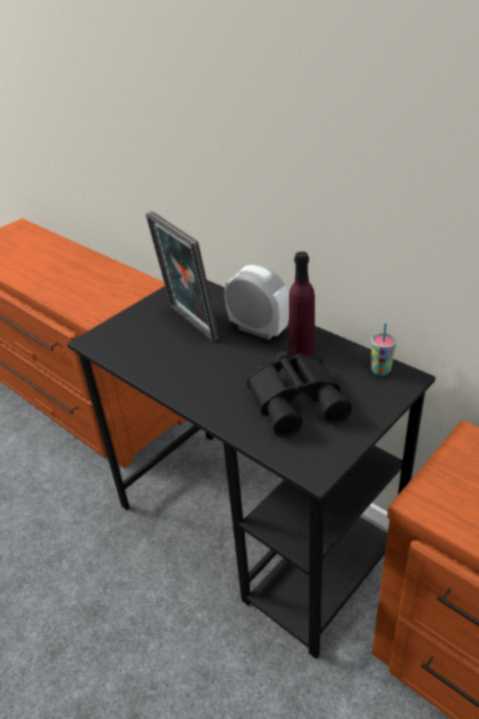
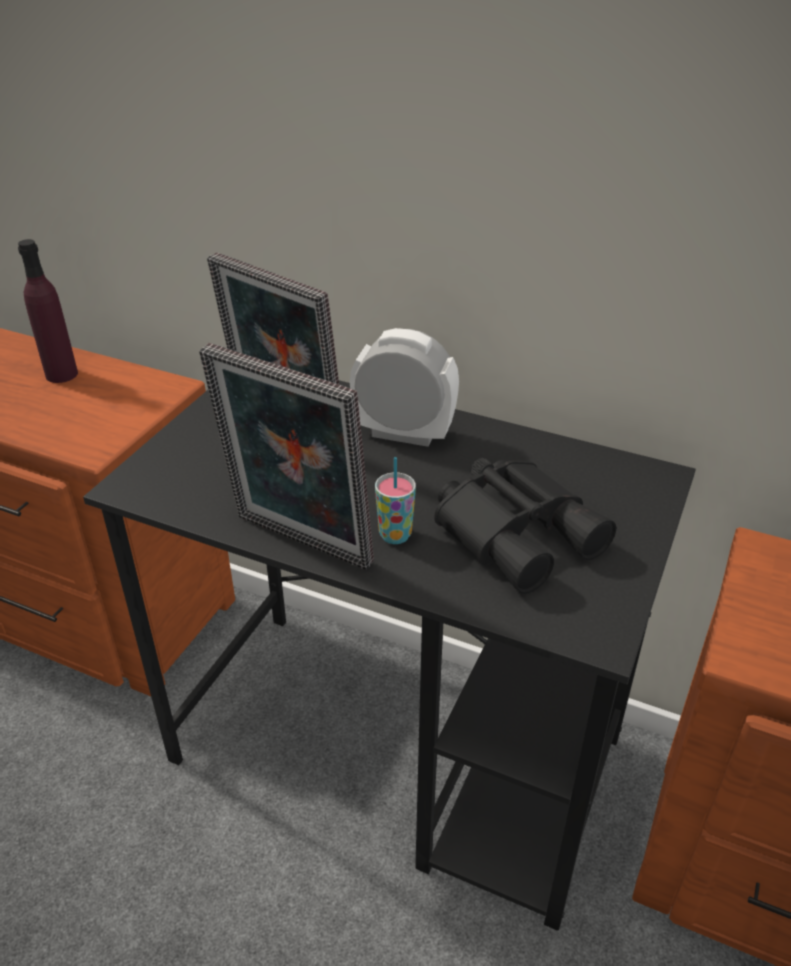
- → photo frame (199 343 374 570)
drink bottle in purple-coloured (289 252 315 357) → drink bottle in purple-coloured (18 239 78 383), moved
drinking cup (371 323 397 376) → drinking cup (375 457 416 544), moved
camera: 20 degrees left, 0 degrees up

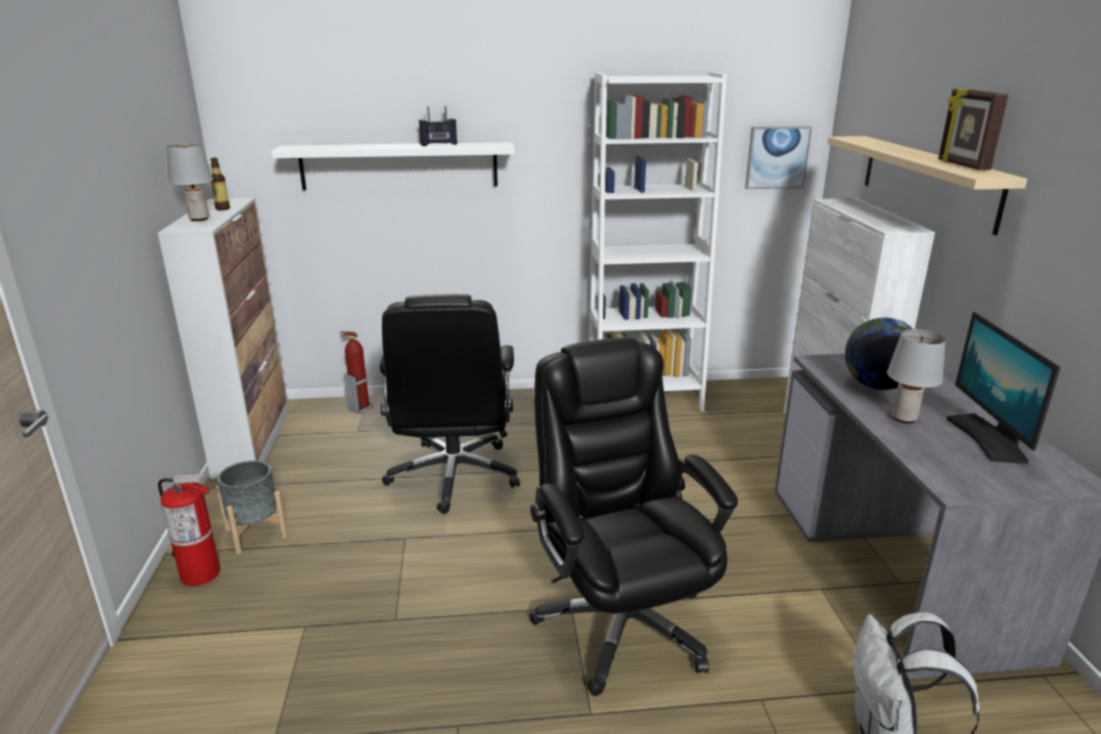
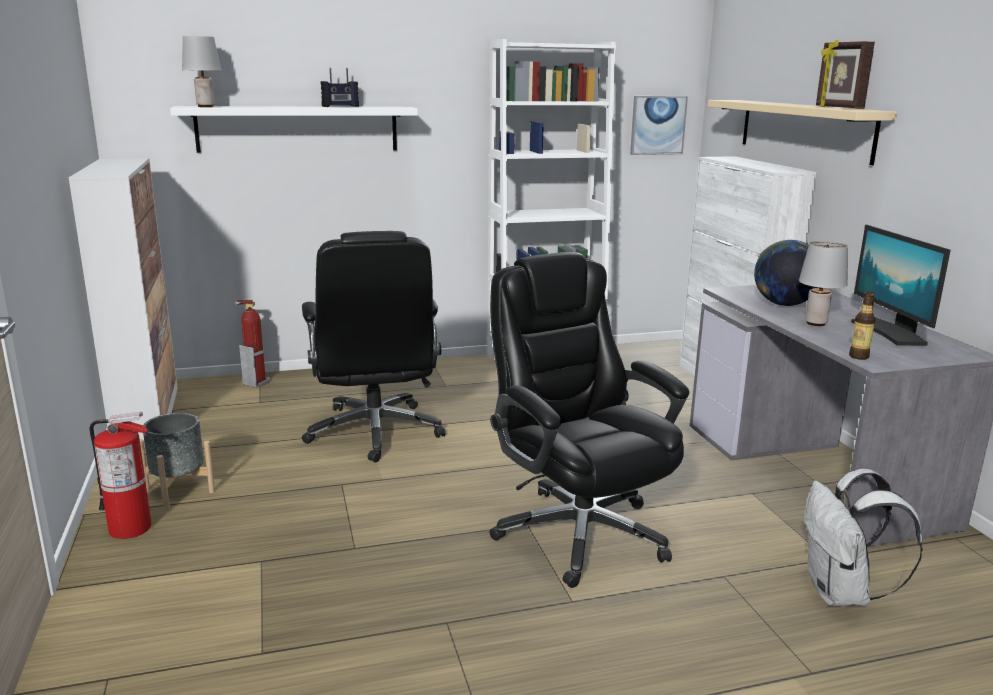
lamp for a table in grey (167 143 213 221) → lamp for a table in grey (182 36 221 107), moved
drink bottle (211 158 230 210) → drink bottle (849 292 876 360), moved
camera: 10 degrees left, 5 degrees down

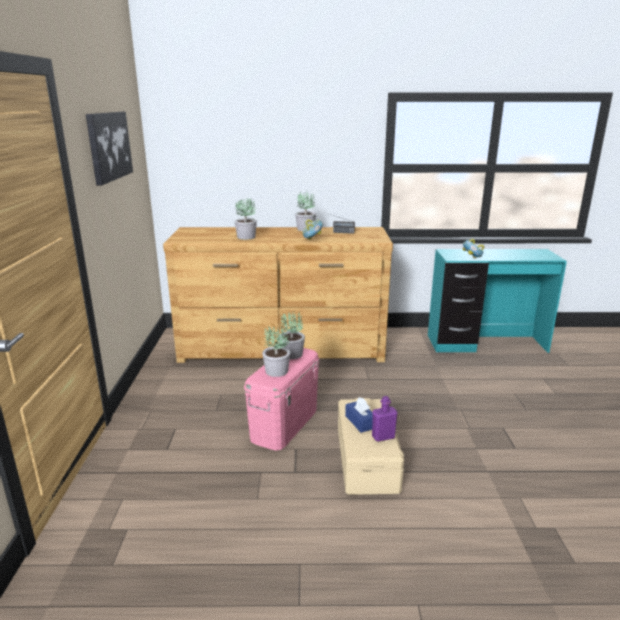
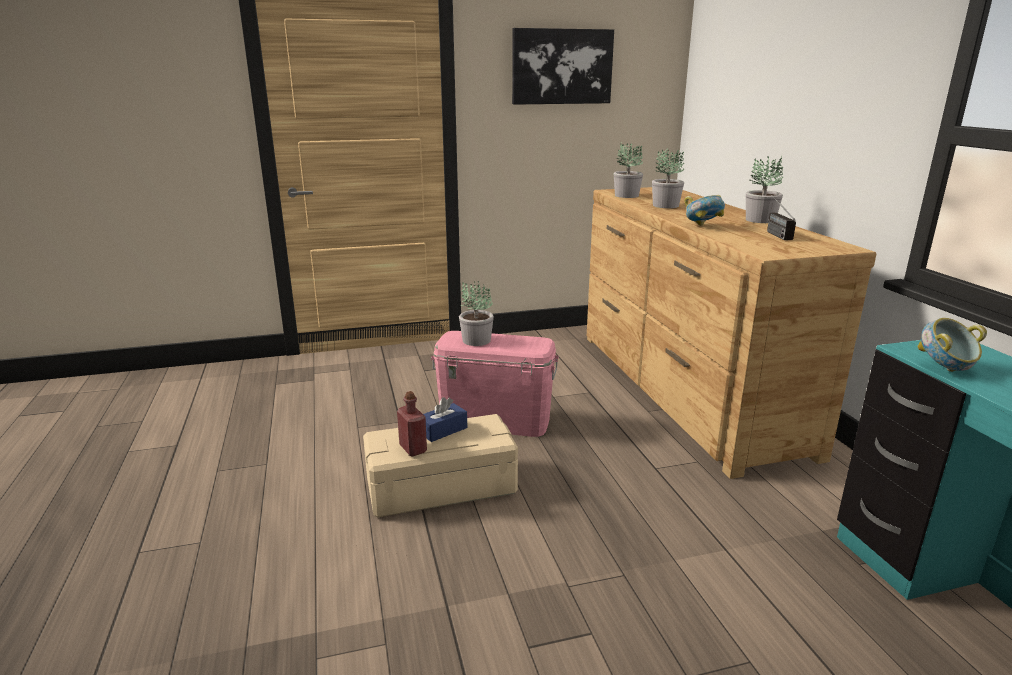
plant in a pot (279 311 305 359) → plant in a pot (614 143 643 198), moved
drink bottle in purple-coloured (372 396 397 442) → drink bottle in red (397 391 427 456)
camera: 75 degrees right, 0 degrees up

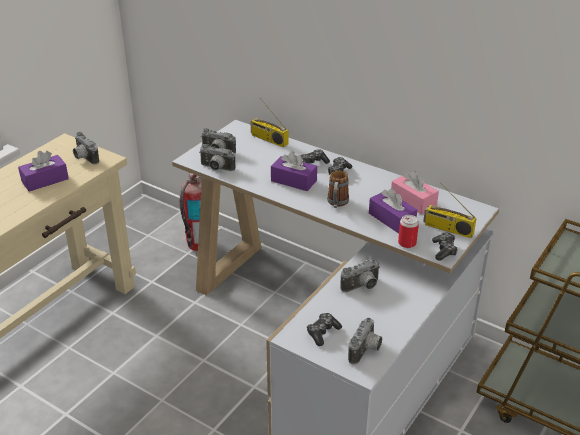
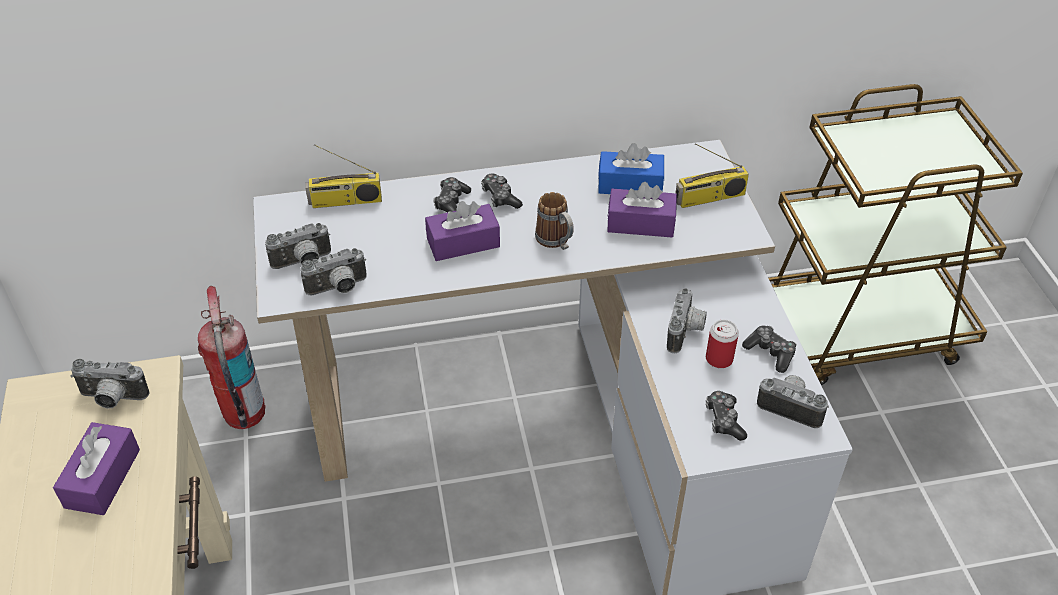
sealed can (398 215 419 248) → sealed can (706 320 739 368), moved
gamepad (432 232 458 261) → gamepad (742 325 796 373), moved
tissue box in pink (391 171 439 215) → tissue box in bluish (598 143 664 194)
photo camera (348 318 382 365) → photo camera (757 375 829 428), 45 degrees counterclockwise
camera: 45 degrees left, 10 degrees up

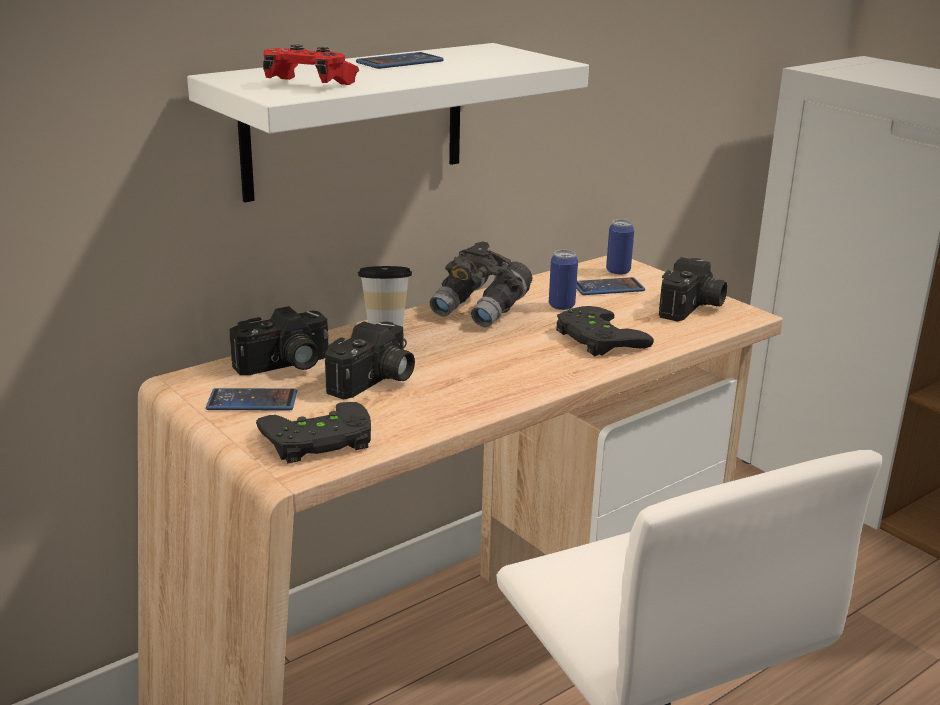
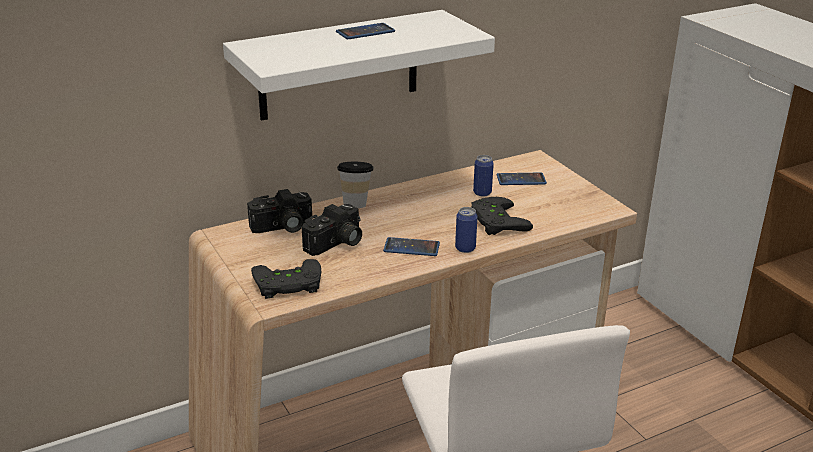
gamepad in red (263 44 359 85) → -
pair of binoculars in grey (429 241 532 328) → -
photo camera (659 257 727 322) → -
handset (206 388 297 410) → handset (383 237 440 256), moved
sealed can (606 219 634 275) → sealed can (455 207 478 253), moved
camera: 10 degrees right, 5 degrees up

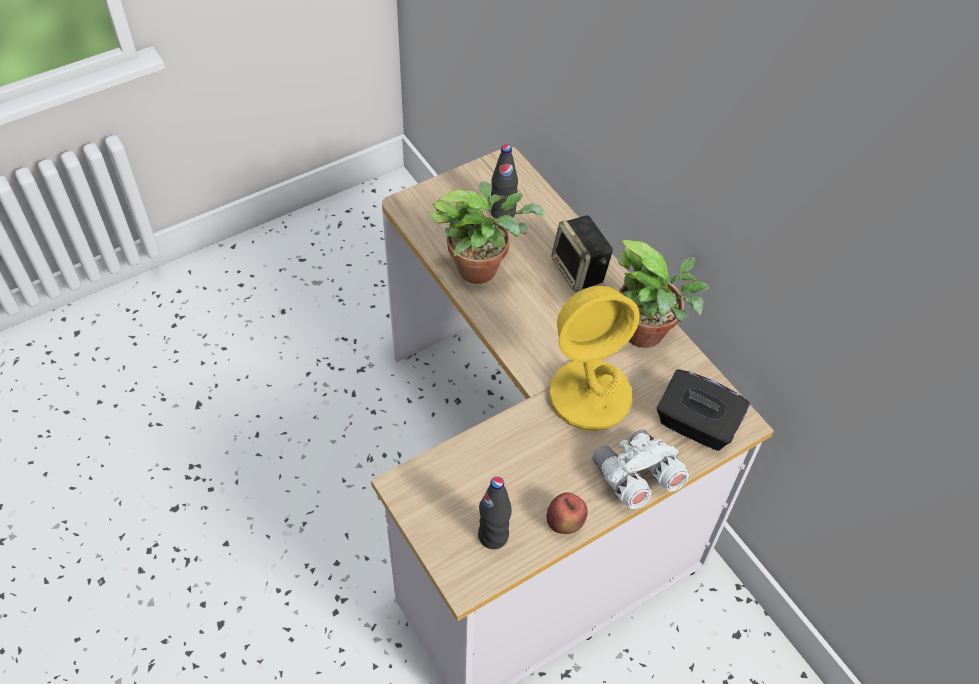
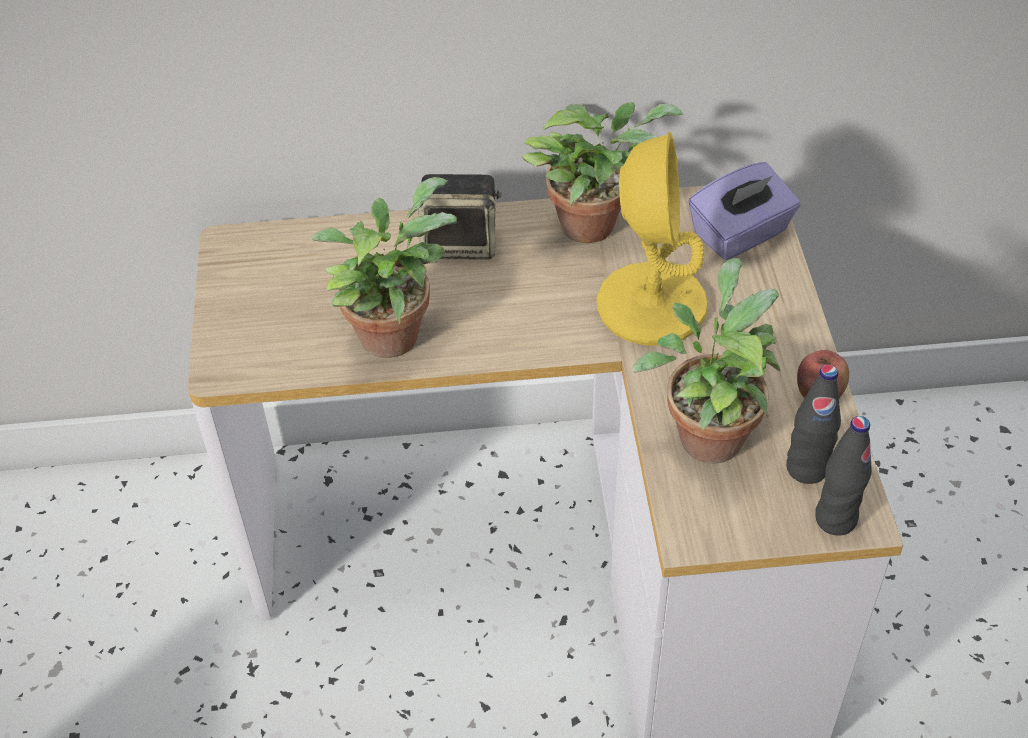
pair of binoculars in white-coloured (593 429 689 509) → -
- → plant in a pot (633 258 781 464)
drink bottle in black-coloured (491 145 518 219) → drink bottle in black-coloured (815 416 872 536), moved
tissue box in black-coloured (657 369 750 451) → tissue box in purple-coloured (688 162 801 260)
camera: 60 degrees left, 5 degrees down

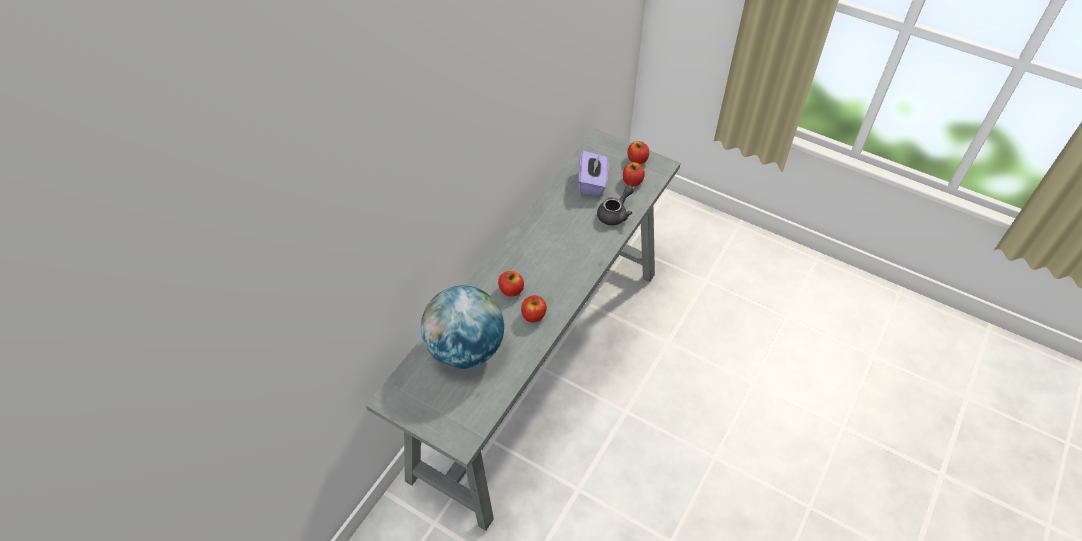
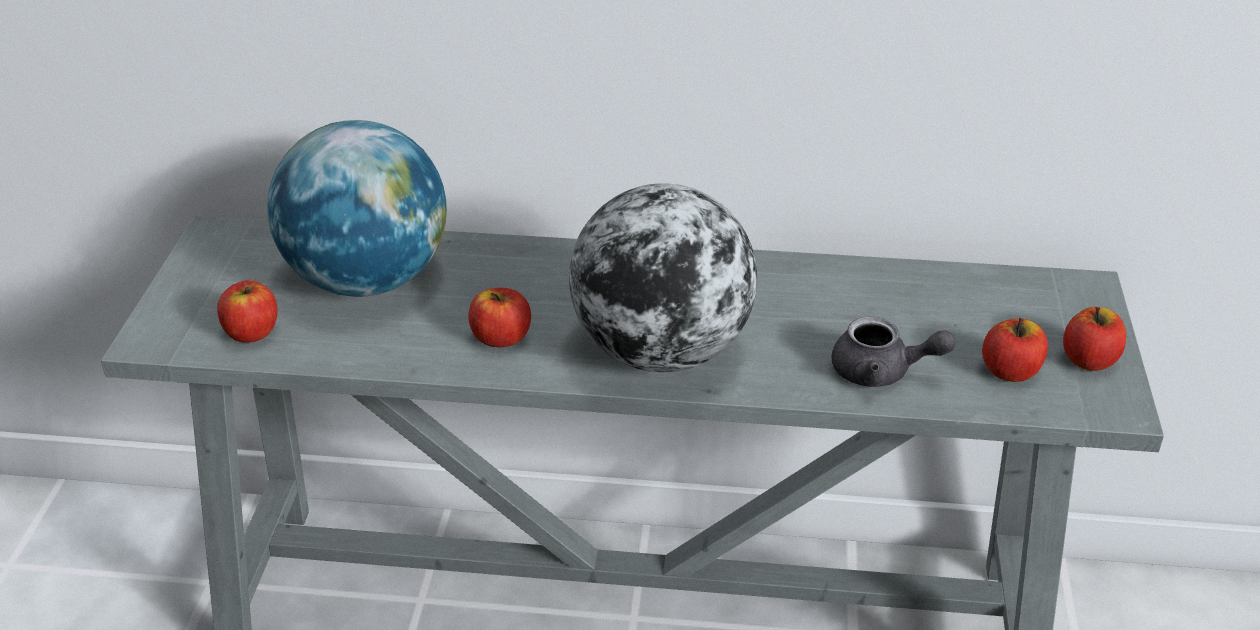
tissue box in purple-coloured (578 151 608 196) → -
- → world globe (569 183 757 372)
whole apple (498 271 524 297) → whole apple (217 280 277 343), moved
camera: 65 degrees right, 15 degrees down

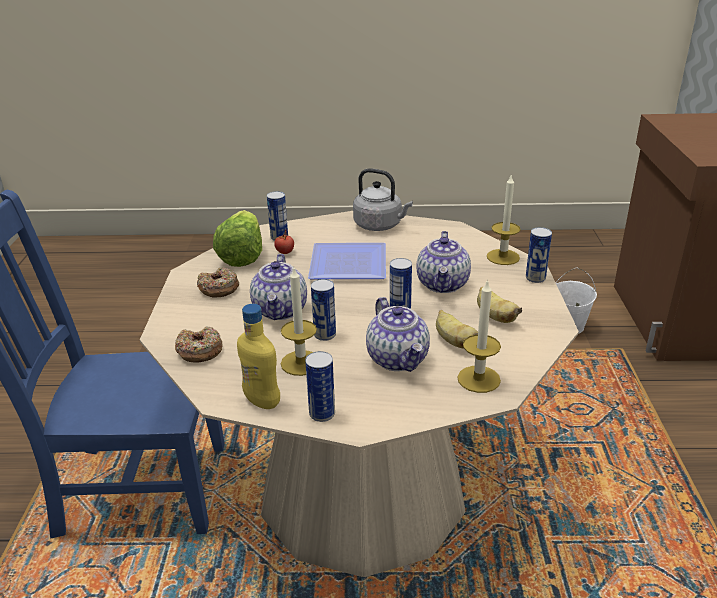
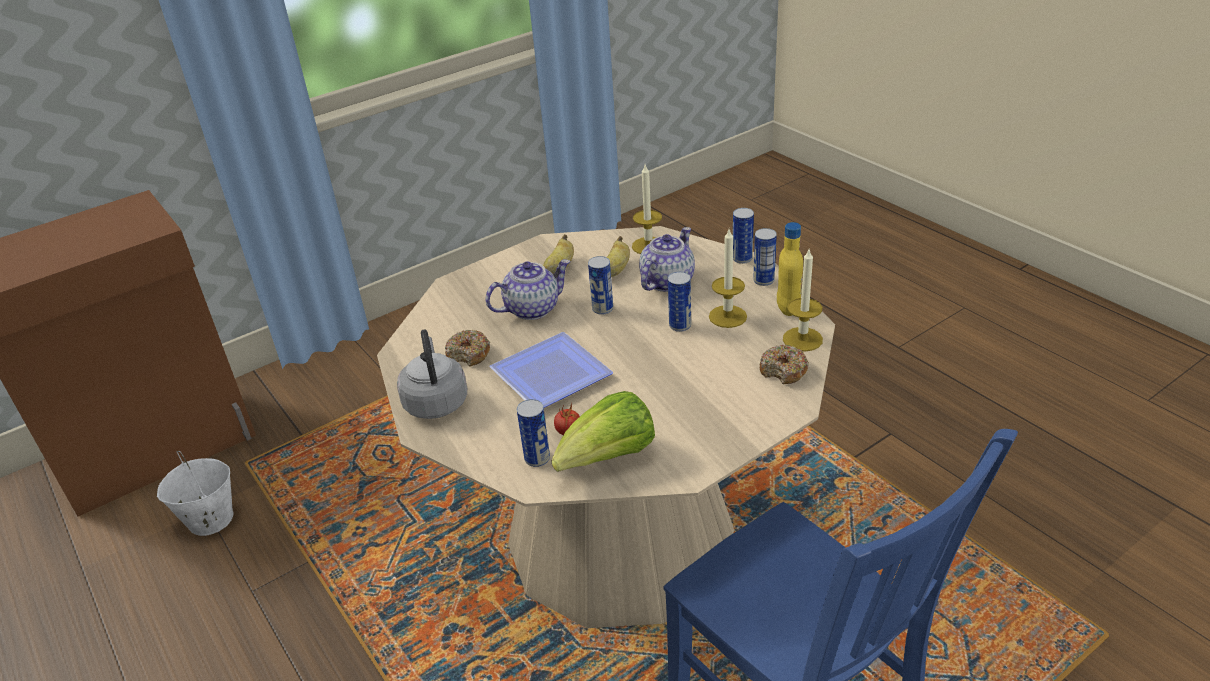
teapot (250 254 307 320) → -
ring doughnut (197 267 239 298) → ring doughnut (445 329 490 366), moved
wax candle (487 176 521 265) → wax candle (783 250 823 352), moved
sealed can (526 227 552 283) → sealed can (733 208 754 264), moved
camera: 125 degrees left, 5 degrees up

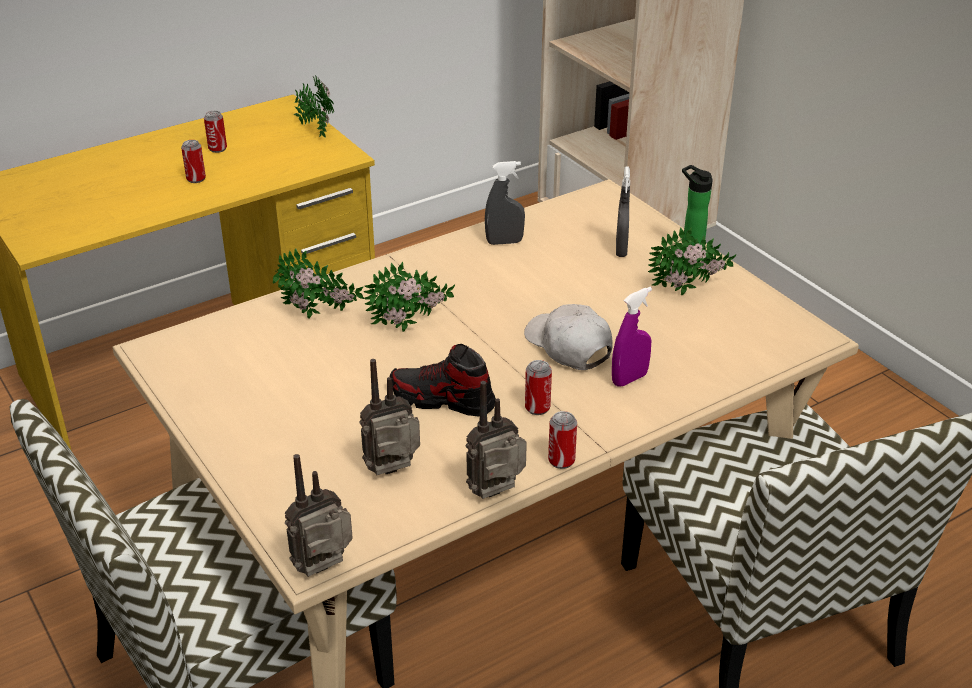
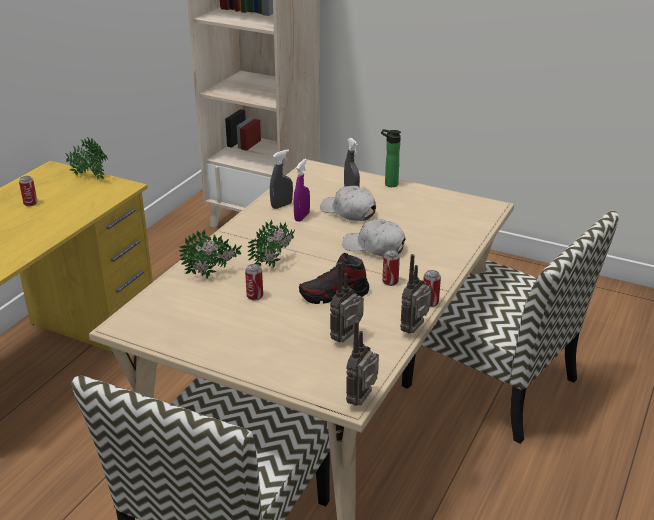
plant in a pot (648 227 736 295) → -
- → baseball cap in white-coloured (320 186 376 221)
sealed can (181 140 206 183) → sealed can (245 264 263 301), moved
hand sprayer in purple-coloured (612 287 652 386) → hand sprayer in purple-coloured (294 158 310 222), moved
camera: 30 degrees left, 5 degrees down

